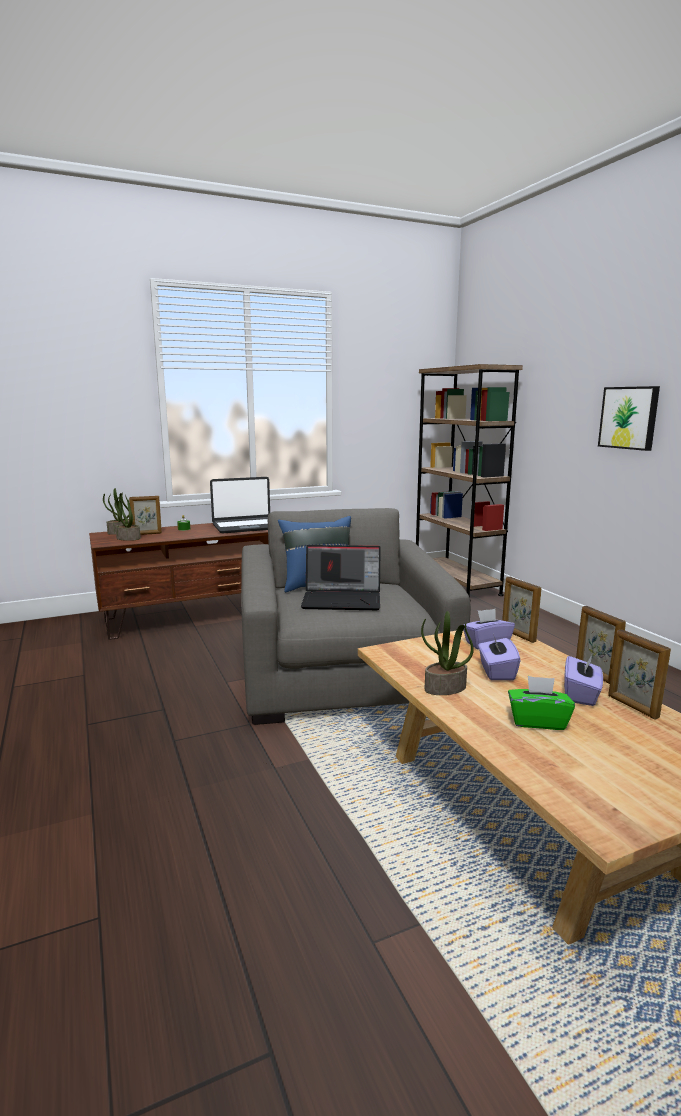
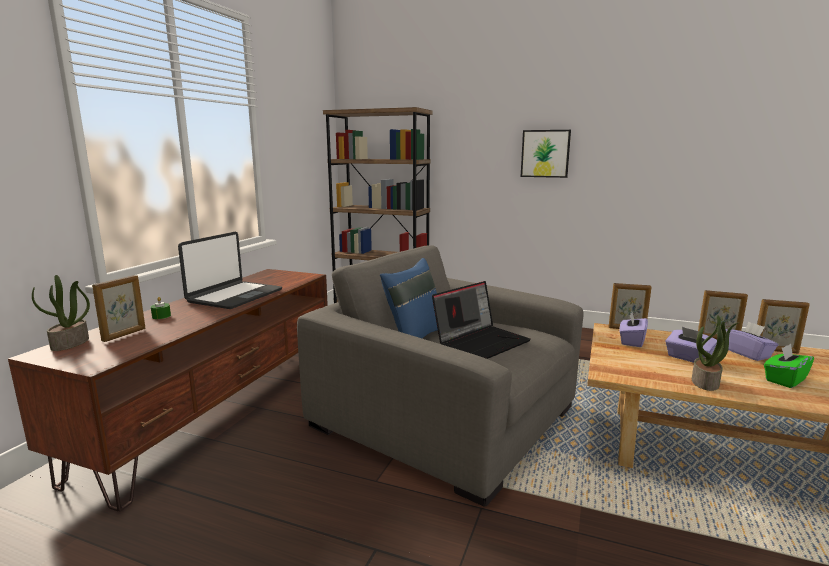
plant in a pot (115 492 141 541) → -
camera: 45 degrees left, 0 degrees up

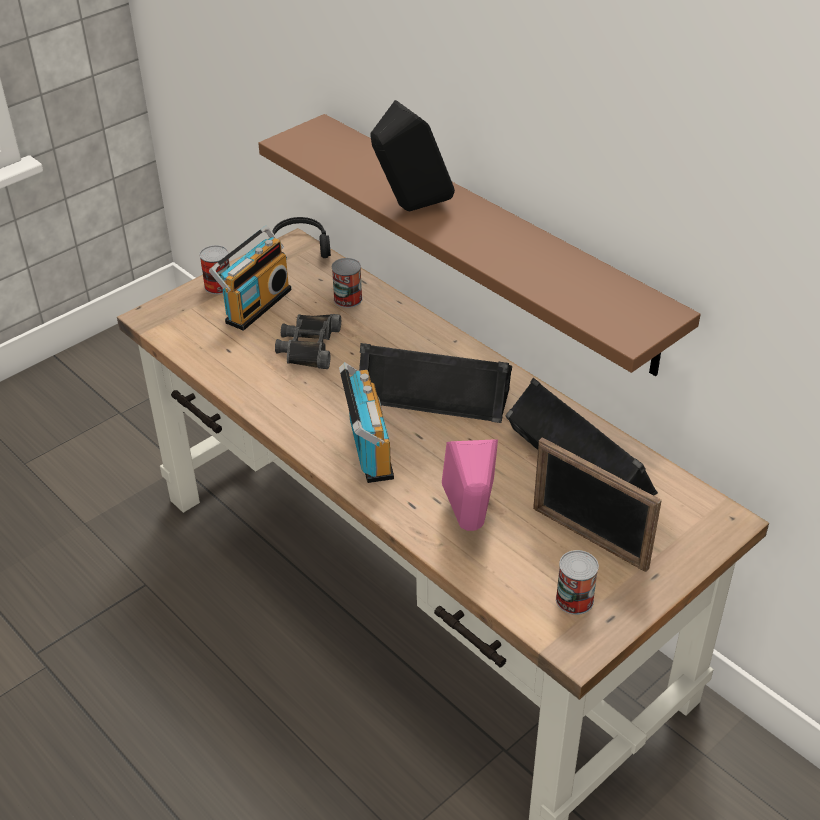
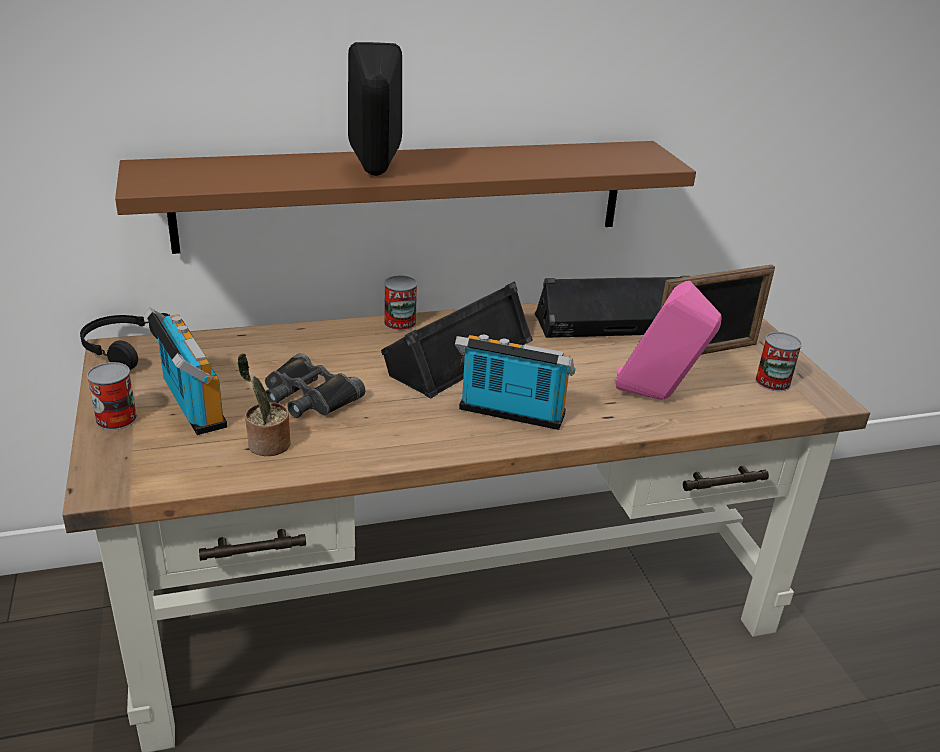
- → plant in a pot (237 353 291 456)
sealed can (332 258 363 308) → sealed can (384 276 417 331), moved
camera: 65 degrees left, 10 degrees down

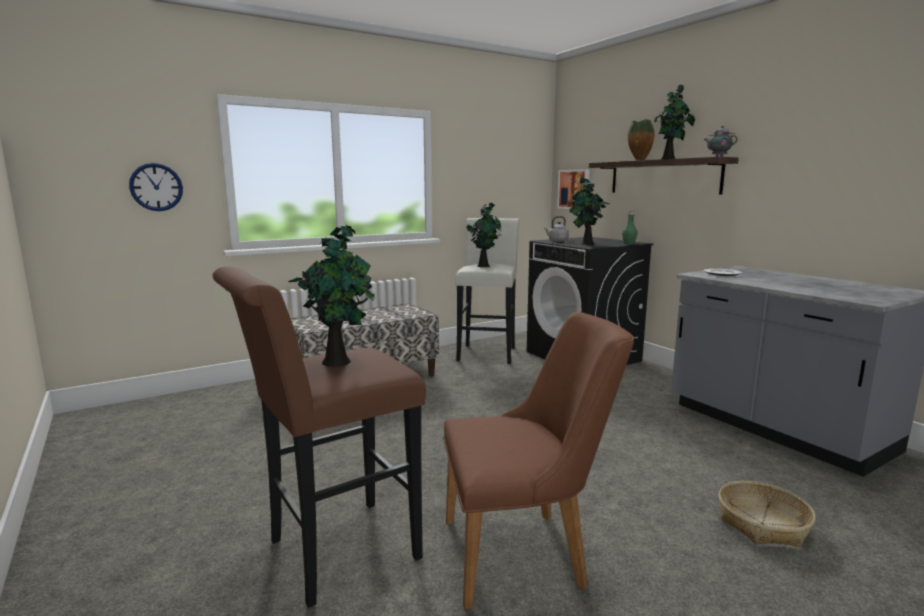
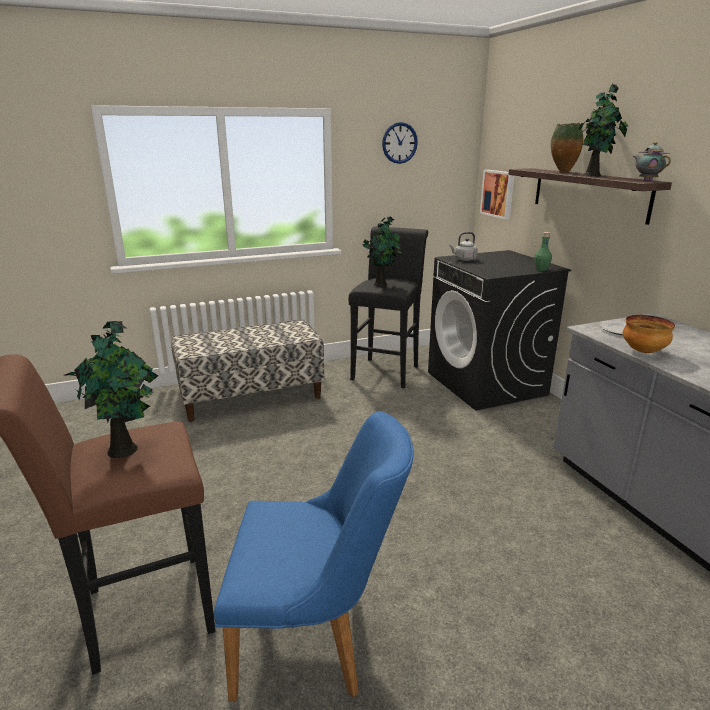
plant in a pot (569 178 609 245) → -
household basket (718 481 816 547) → -
- → deep dish (623 315 675 353)
clock on the wall (129 163 183 211) → clock on the wall (382 122 418 164), moved
upright chair in brownish (443 312 634 610) → upright chair in bluish (214 411 414 702)
stool seat in white-coloured (455 218 519 364) → stool seat in black-coloured (349 226 428 388)
camera: 10 degrees right, 10 degrees up

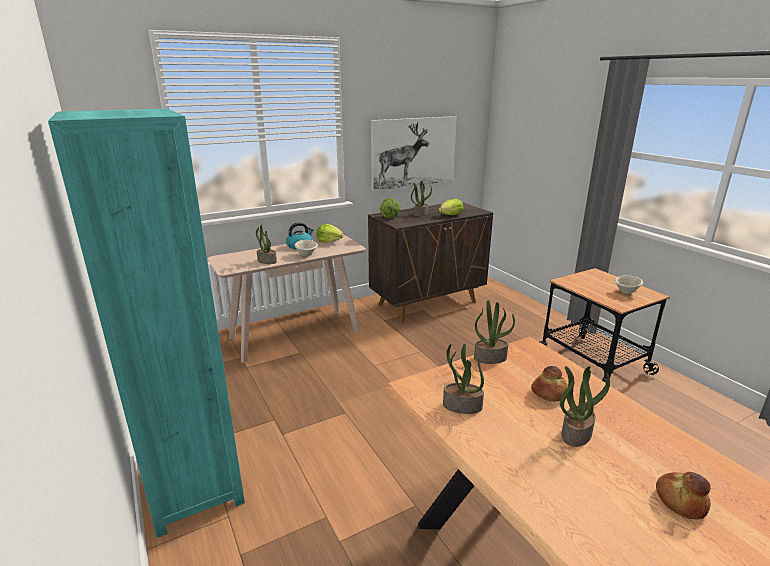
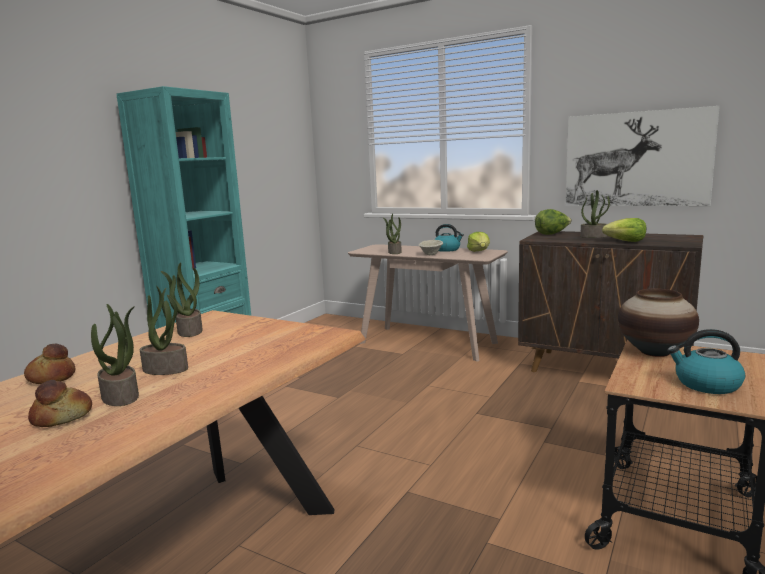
- → vase (618 289 699 357)
plant in a pot (474 300 515 364) → plant in a pot (91 304 139 406), moved
baked bread (531 366 568 402) → baked bread (24 344 75 384), moved
deep dish in sand-coloured (614 275 643 294) → tea kettle (667 329 745 394)
camera: 60 degrees right, 10 degrees down

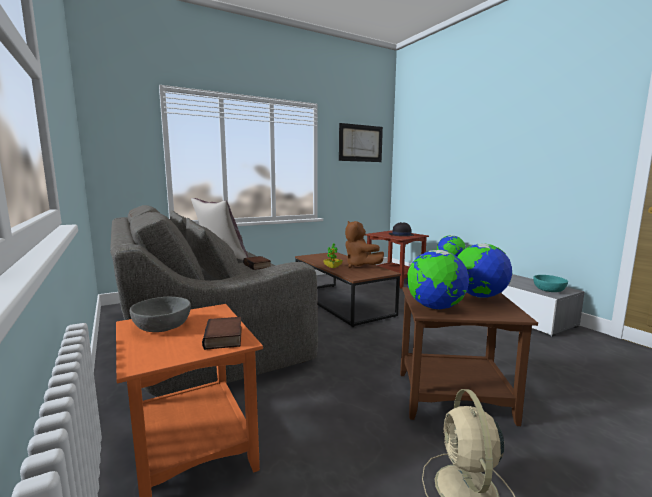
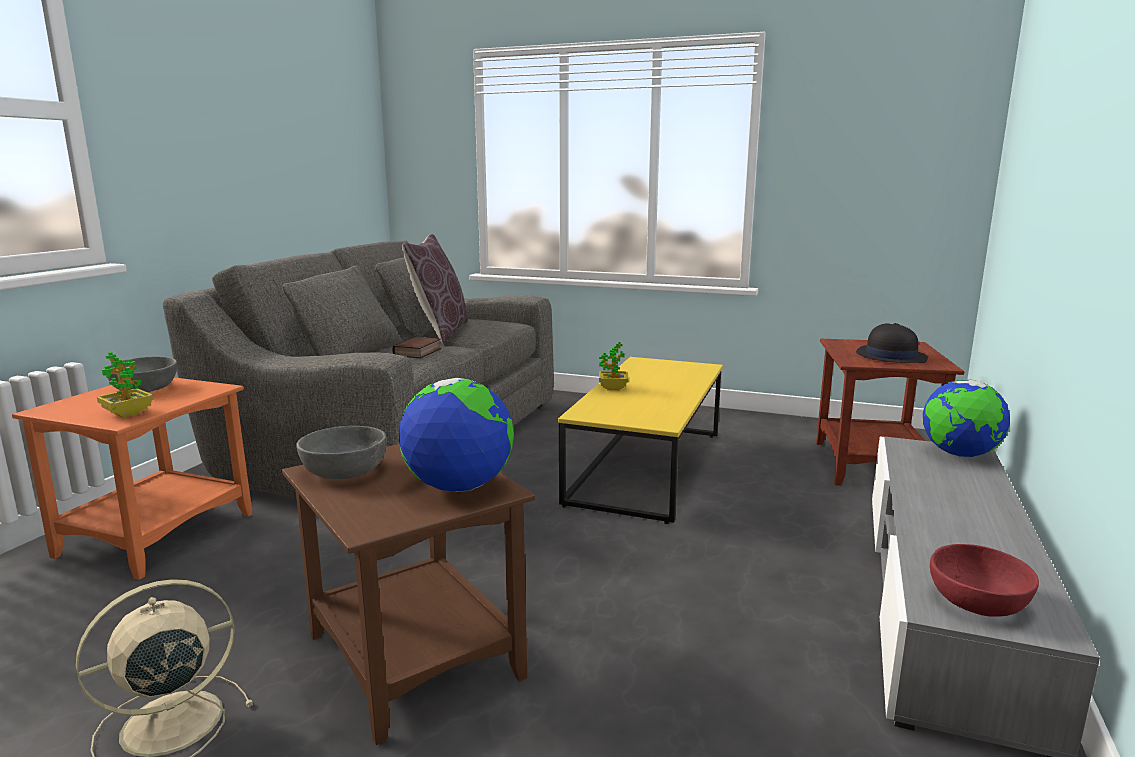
picture (339 123 383 162) → -
cuddly toy in brownish (345 221 384 268) → -
volume (202 317 242 350) → plant in a pot (97 352 153 418)
world globe (407 250 469 309) → deep dish in grey (296 426 387 479)
lounge table in brownish (295 252 401 327) → lounge table in yellowish (558 357 723 524)
deep dish in turquoise (533 275 568 292) → deep dish in red (930 544 1039 617)
camera: 50 degrees right, 5 degrees up

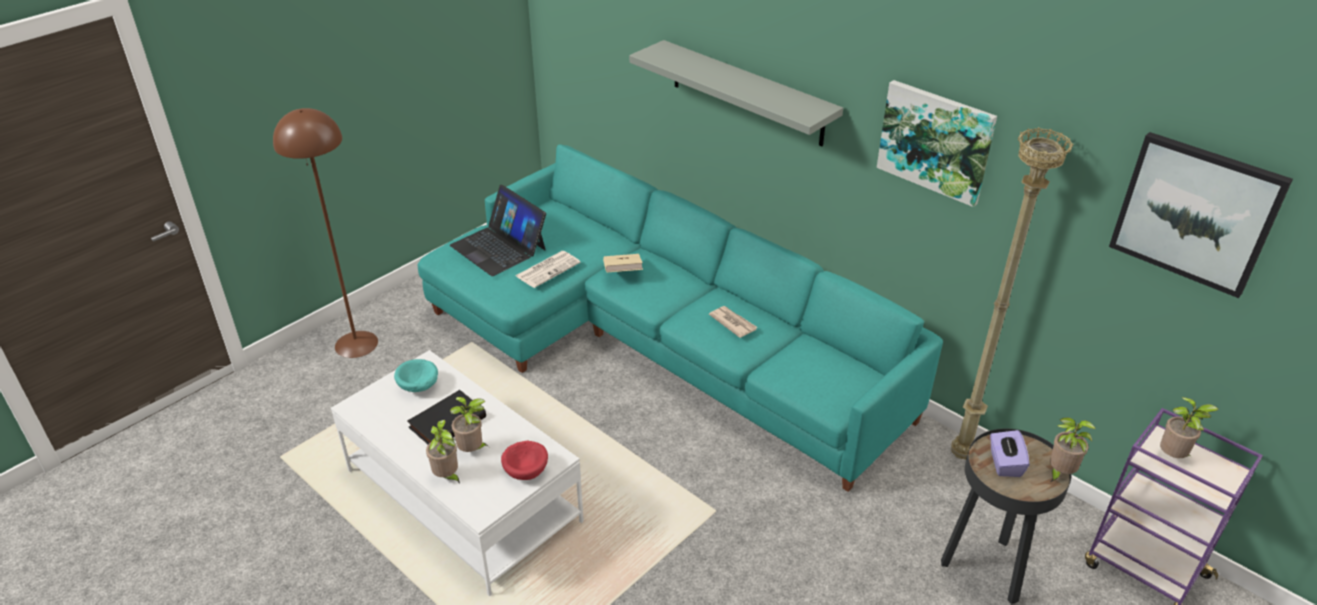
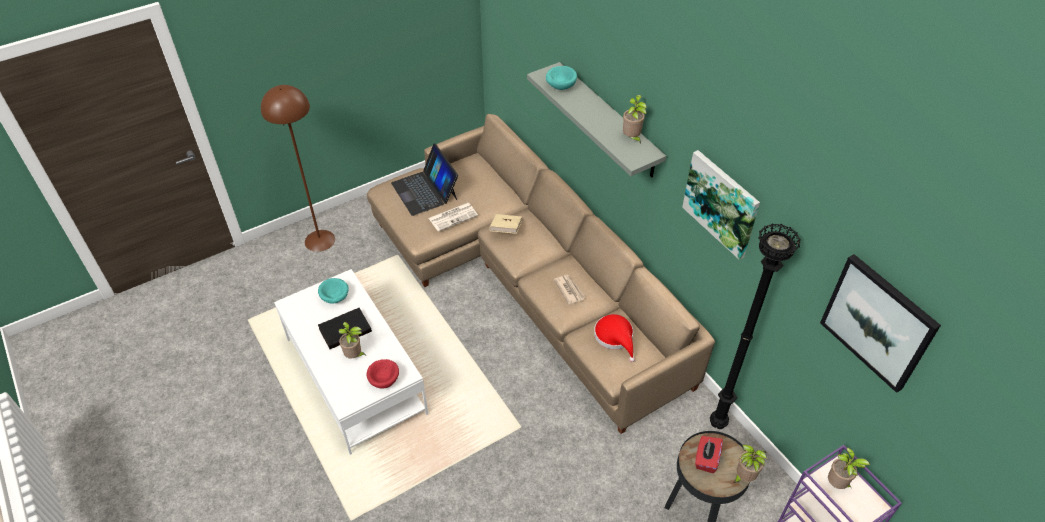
- → deep dish in turquoise (546 66 577 90)
- → clothing hat in red (594 314 635 362)
plant in a pot (426 420 460 484) → plant in a pot (623 95 646 144), moved
settee in turquoise (418 145 943 492) → settee in sand-coloured (367 114 715 434)
standing lamp in sand-coloured (951 127 1074 460) → standing lamp in black-coloured (710 223 801 429)
tissue box in purple-coloured (990 430 1029 477) → tissue box in red (695 436 723 473)
camera: 15 degrees right, 10 degrees up

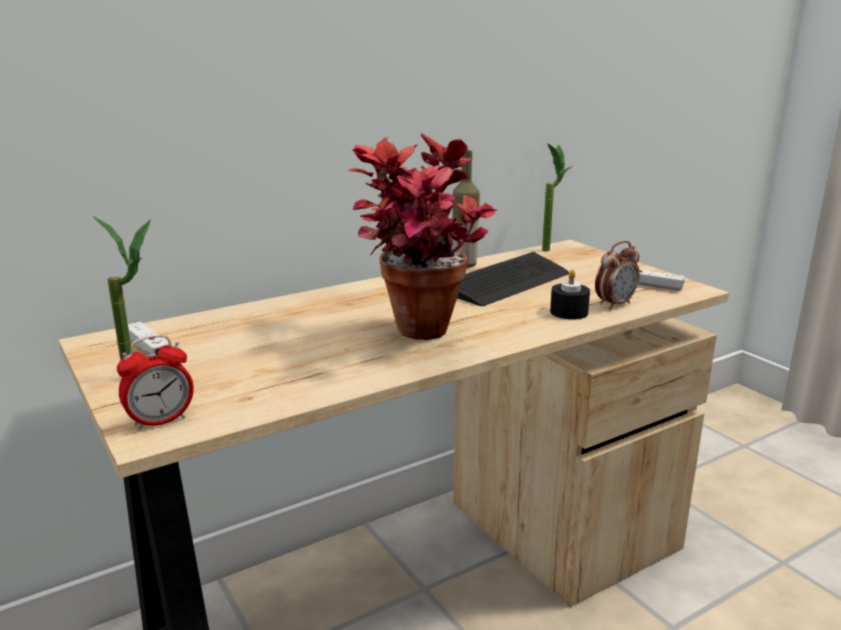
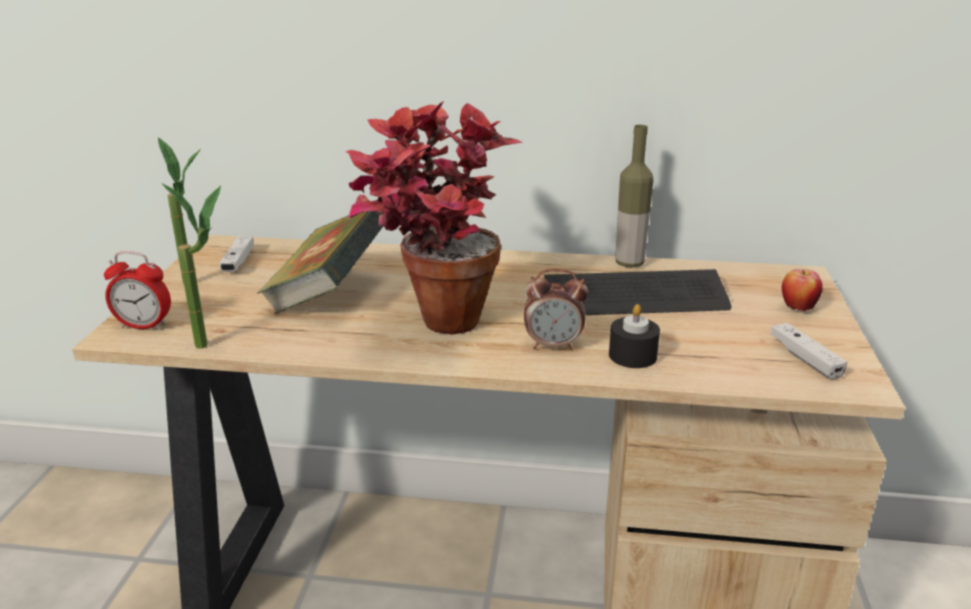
- → volume (257 211 384 314)
- → whole apple (782 269 823 311)
plant in a pot (542 143 573 251) → plant in a pot (162 183 221 349), moved
bedside clock (595 241 640 310) → bedside clock (524 269 588 351), moved
camera: 40 degrees right, 5 degrees up

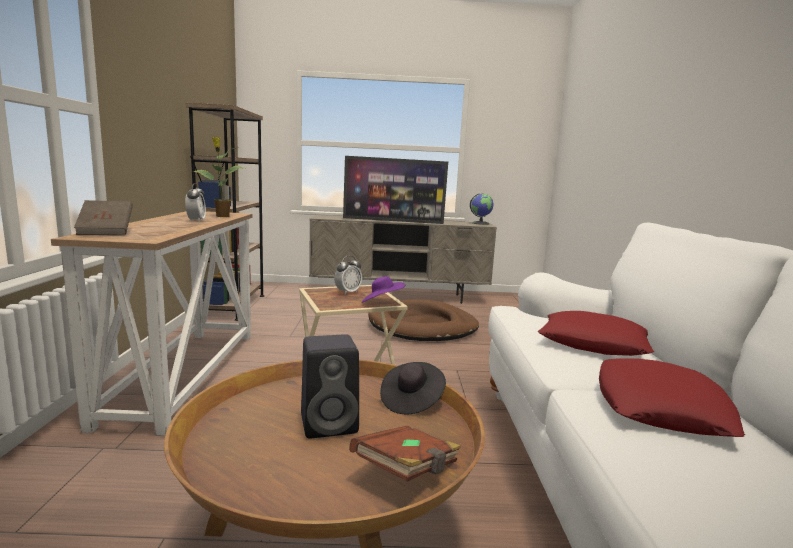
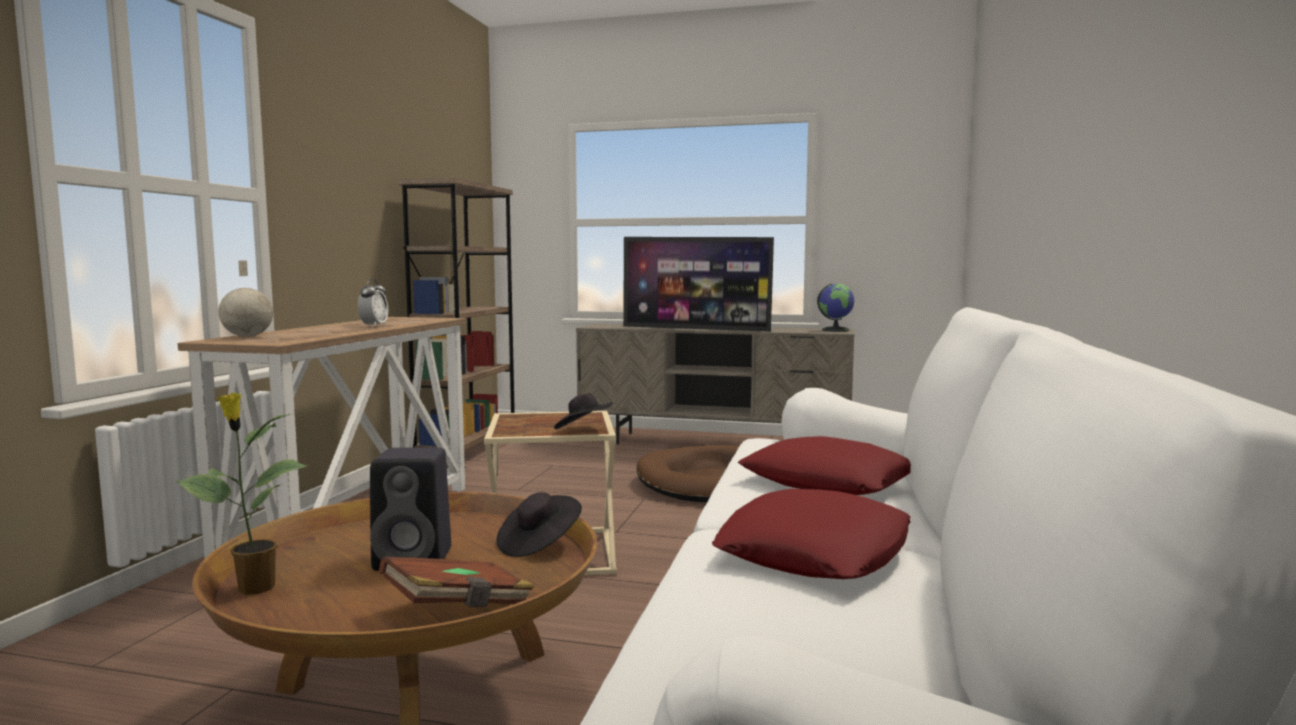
bedside clock (334 256 362 294) → -
plant in a pot (193 137 243 217) → plant in a pot (176 393 307 595), moved
volume in brownish (74 200 133 235) → world globe (218 261 273 337)
clothing hat in purple-coloured (362 276 405 303) → clothing hat in black-coloured (554 394 613 430)
camera: 15 degrees right, 5 degrees down

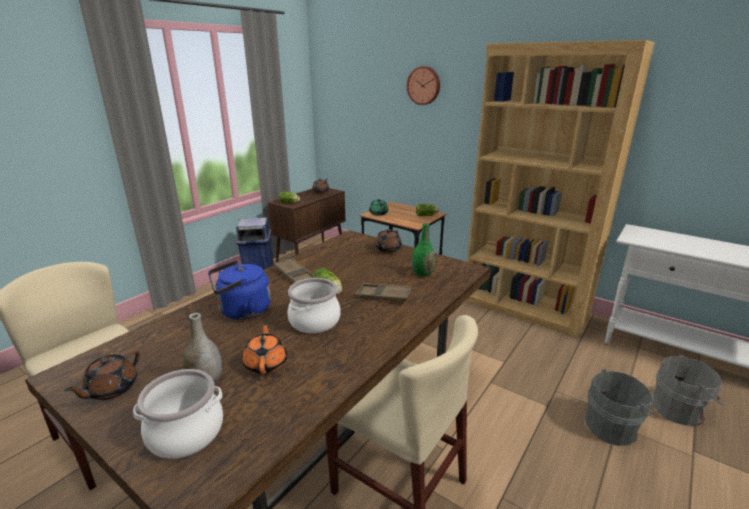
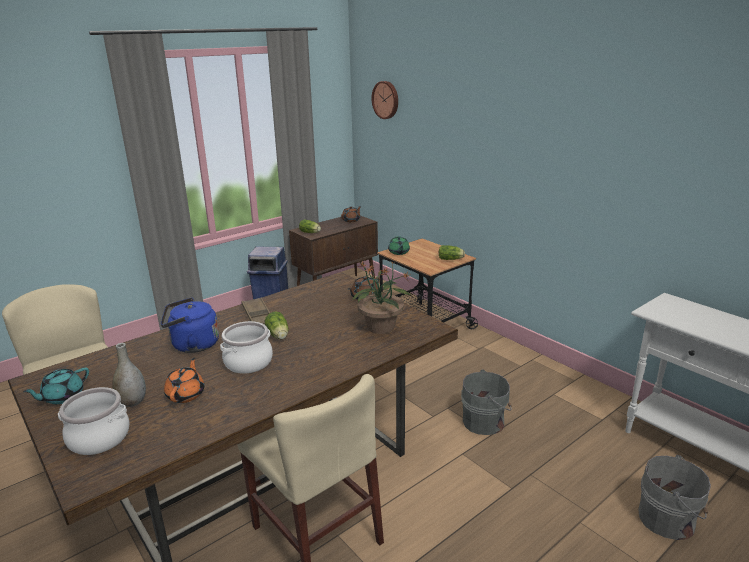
serving tray in brownish (355 283 412 302) → -
bookcase in brownish (466 40 655 338) → -
clock on the wall (407 66 440 105) → clock on the wall (371 81 398 119), moved
pail in grey (585 369 656 446) → pail in grey (461 369 512 435), moved
vase in green (412 223 435 277) → plant in a pot (353 261 413 334)
teapot in brownish (64 350 140 400) → teapot in turquoise (23 368 89 404)
camera: 15 degrees right, 0 degrees up

